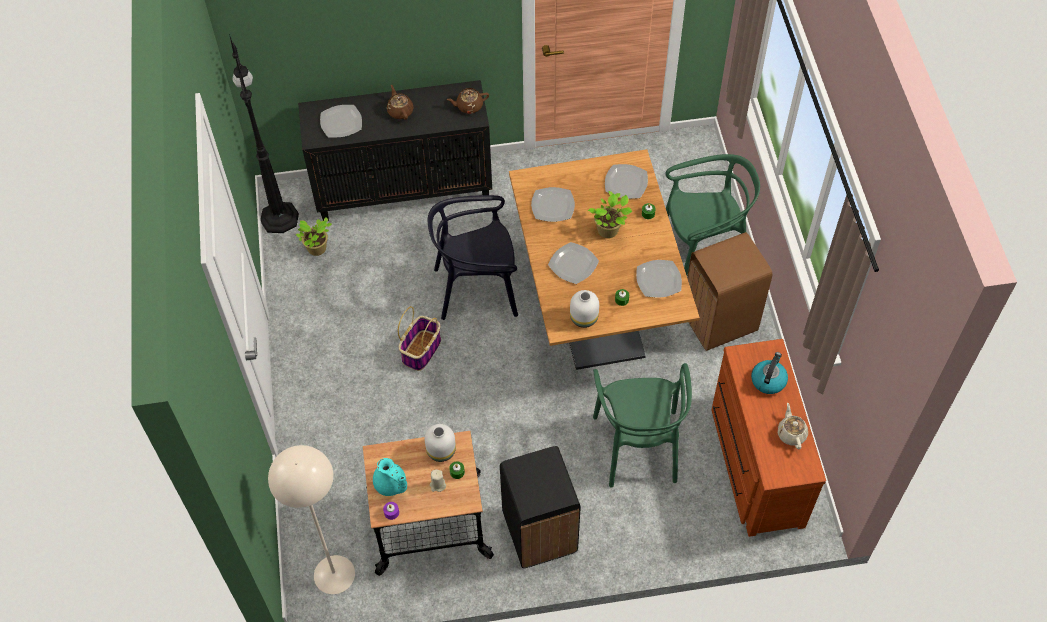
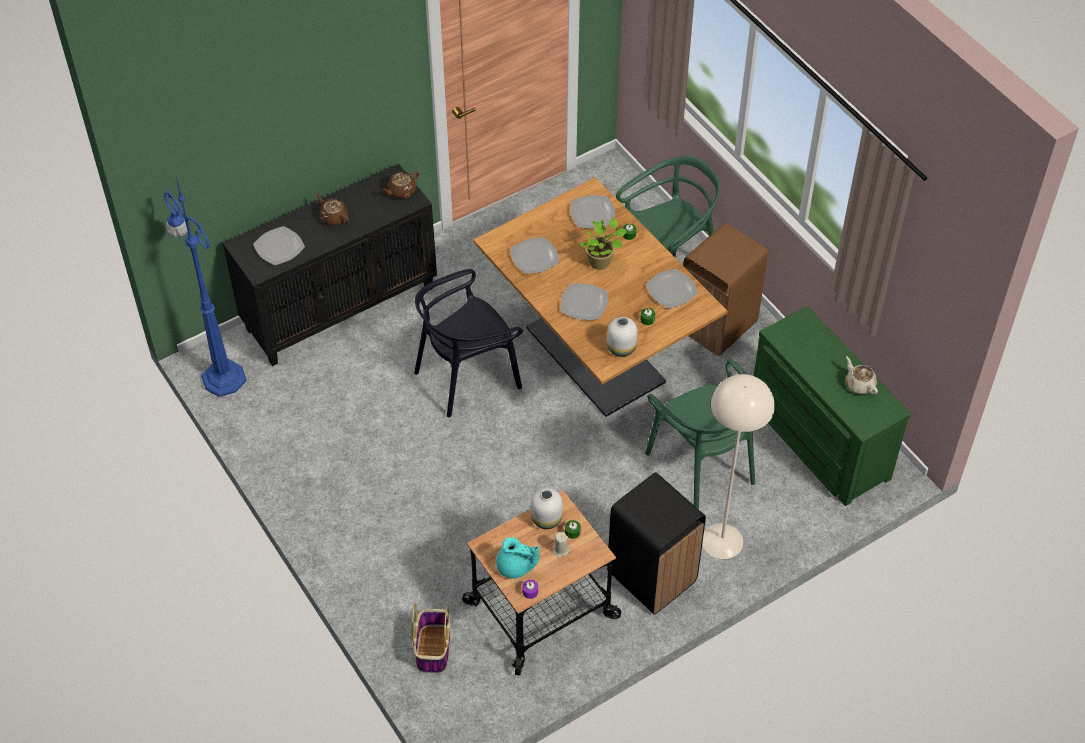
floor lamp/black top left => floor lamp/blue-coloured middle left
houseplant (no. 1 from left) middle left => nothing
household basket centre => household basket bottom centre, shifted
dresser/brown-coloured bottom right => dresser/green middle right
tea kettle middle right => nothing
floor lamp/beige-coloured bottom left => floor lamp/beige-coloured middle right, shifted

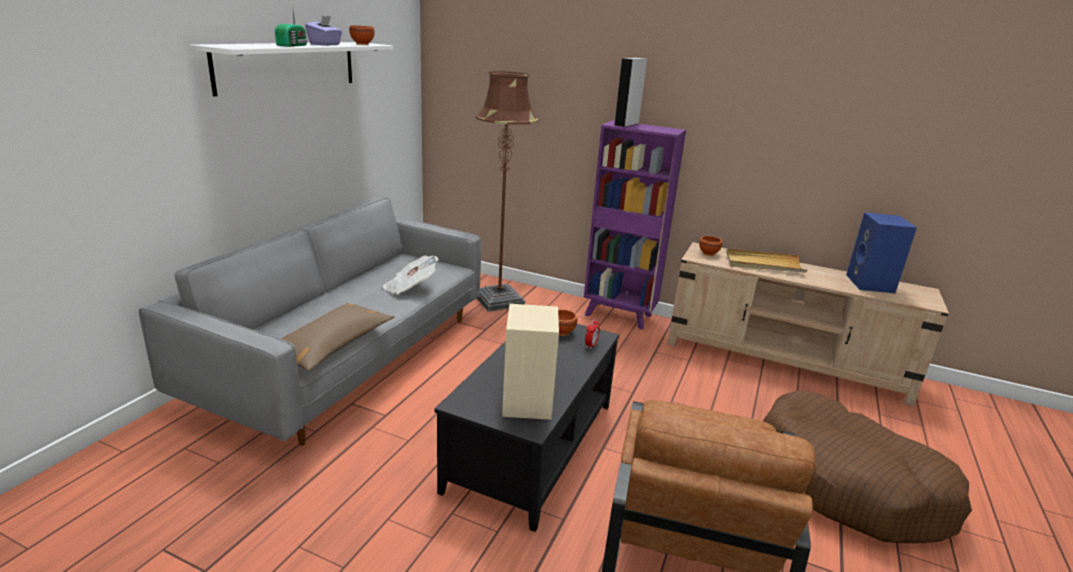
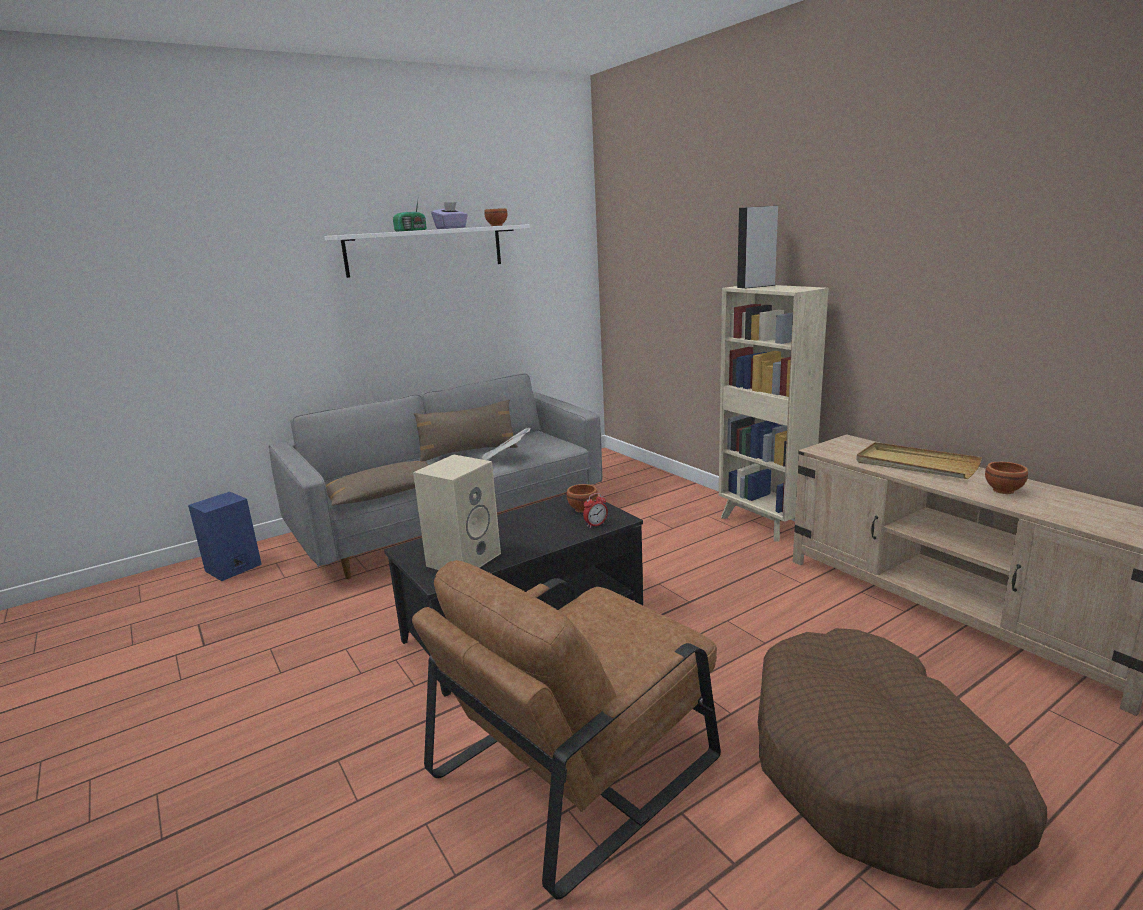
floor lamp/brown-coloured centre => nothing
shelving unit/purplish centre => shelving unit/beige-coloured middle right
speaker/blue-coloured middle right => speaker/blue-coloured middle left, shifted
serving bowl/brown-coloured (no. 3 from left) centre => serving bowl/brown-coloured (no. 3 from left) middle right, shifted
nothing => cushion/brown-coloured (no. 2 from left) centre

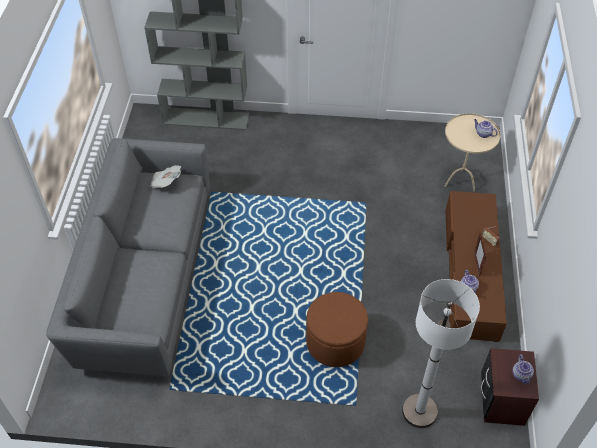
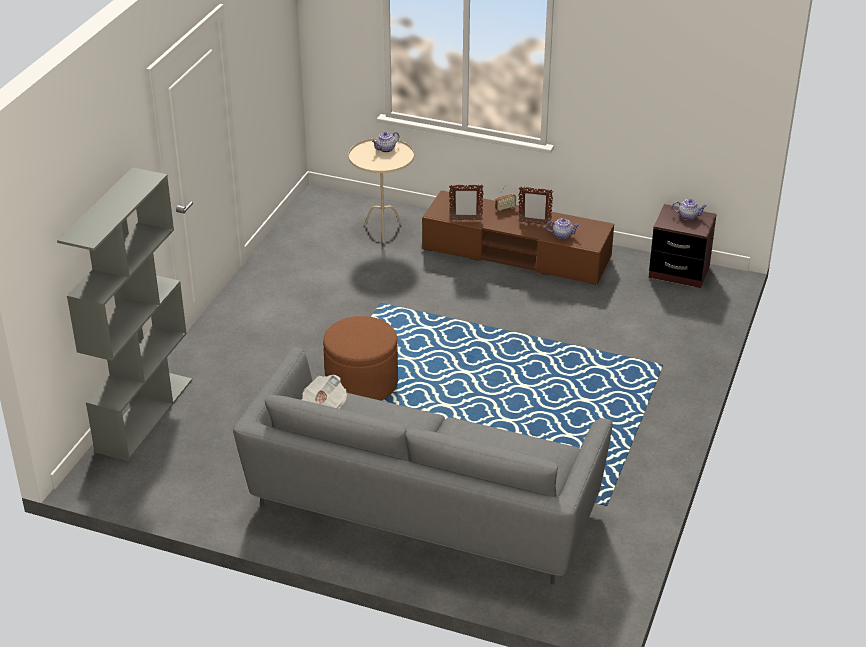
floor lamp/white-coloured bottom right => nothing
pouffe/brown-coloured bottom centre => pouffe/brown-coloured centre, shifted
nothing => photo frame (no. 1 from left) top centre

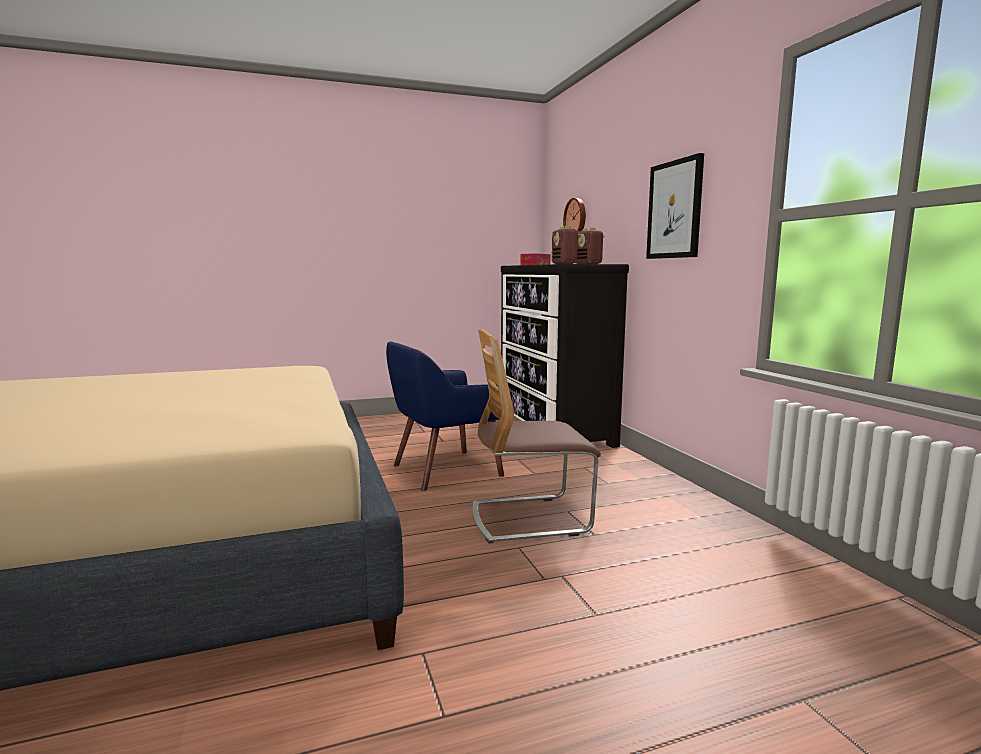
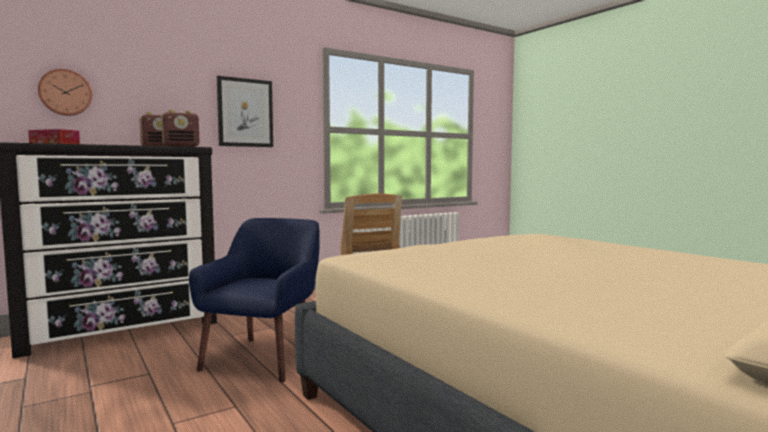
lounge chair/blue-coloured centre => lounge chair/blue-coloured bottom left, 120 degrees counterclockwise

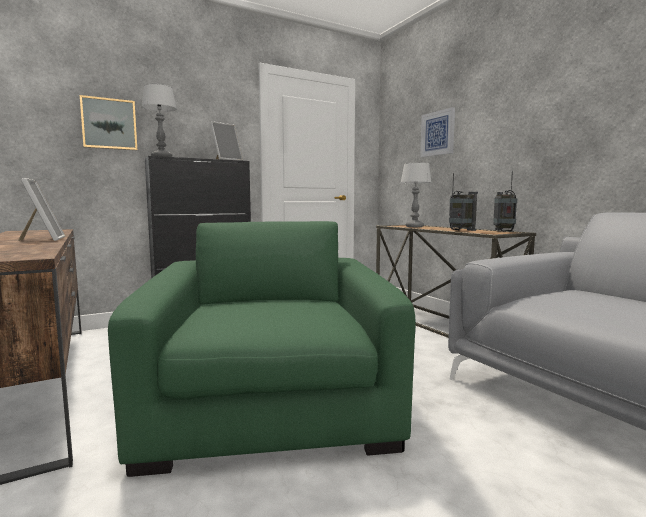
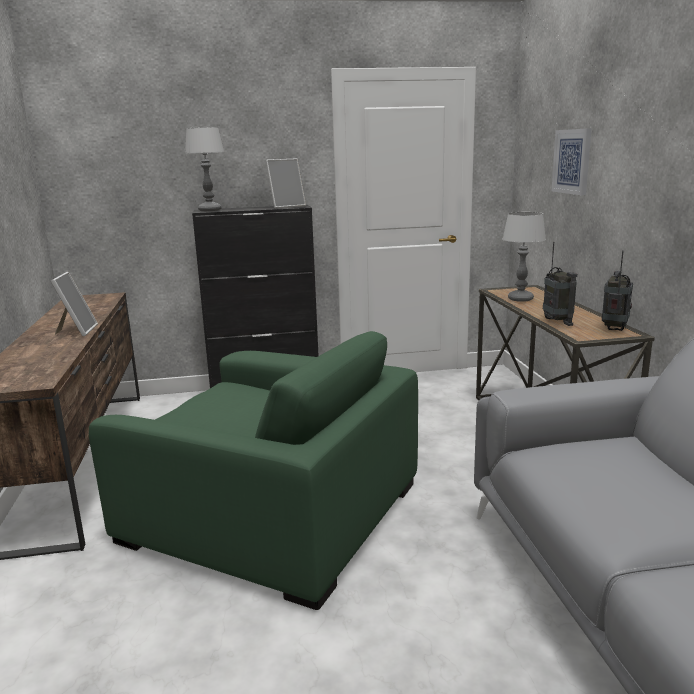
picture (no. 1 from left) top left => nothing
lounge chair/green bottom centre, 105 degrees clockwise

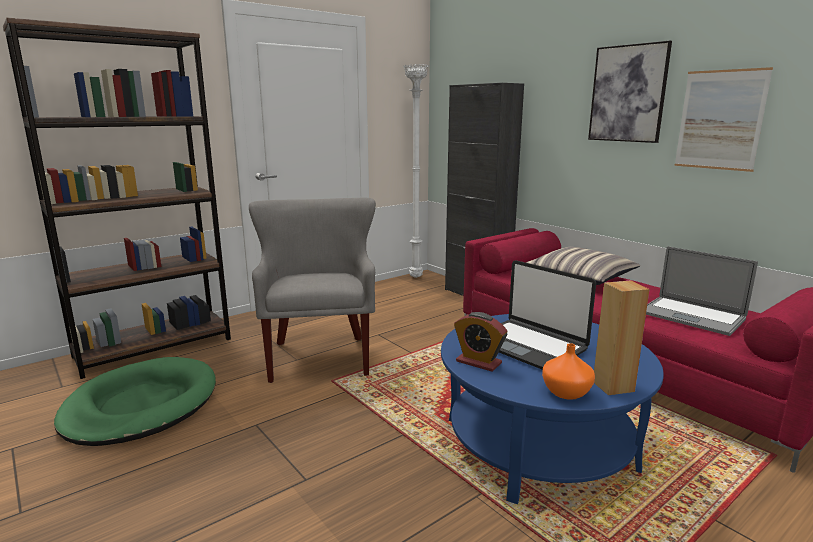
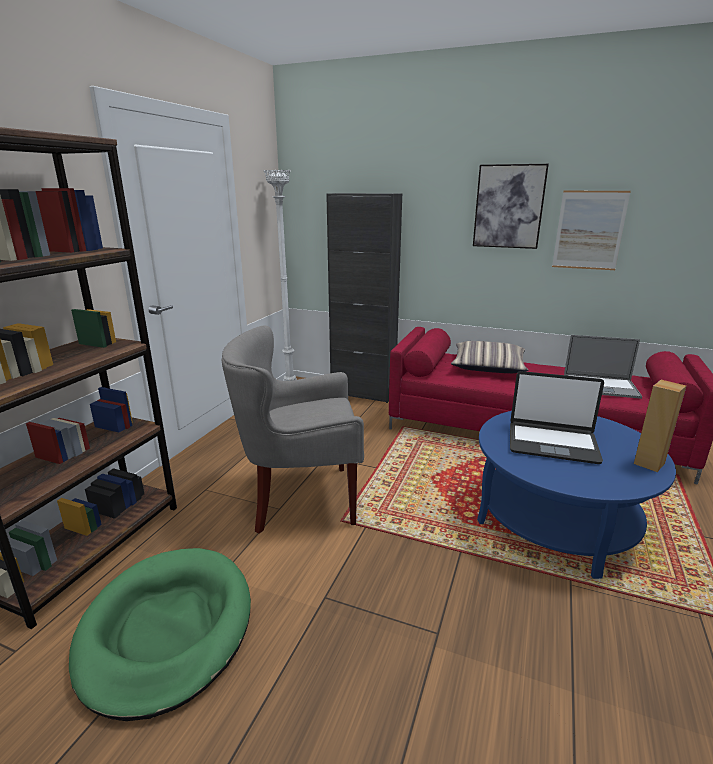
lounge chair/greyish centre, 60 degrees counterclockwise
alarm clock centre => nothing
decorative vase/orangey bottom right => nothing

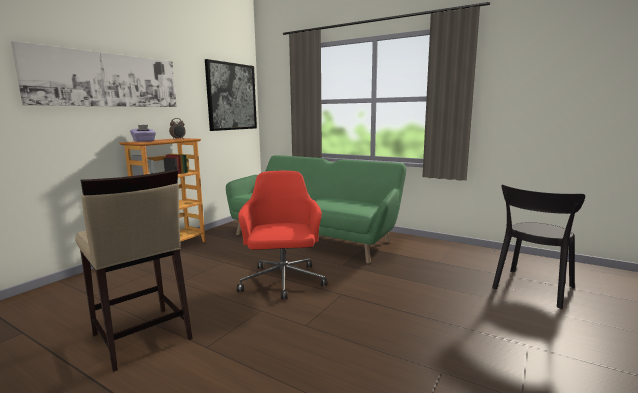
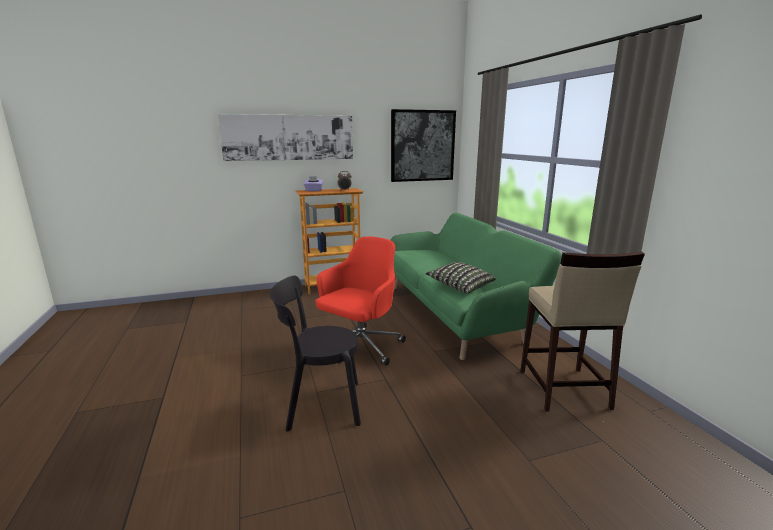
stool seat/beige-coloured bottom left => stool seat/beige-coloured middle right, shifted
plain chair/black middle right => plain chair/black centre, shifted
nothing => cushion centre

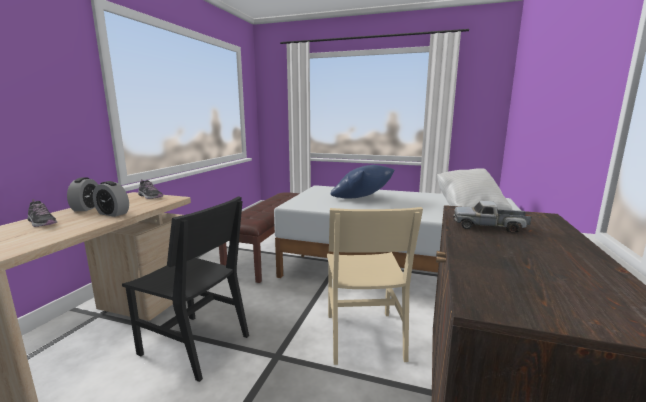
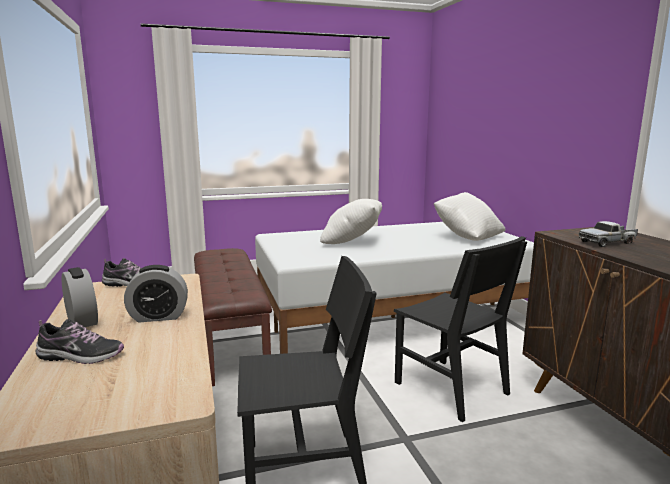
cushion/blue-coloured centre => cushion/white-coloured (no. 1 from left) centre
plain chair/beige-coloured bottom centre => plain chair/black (no. 2 from left) bottom right

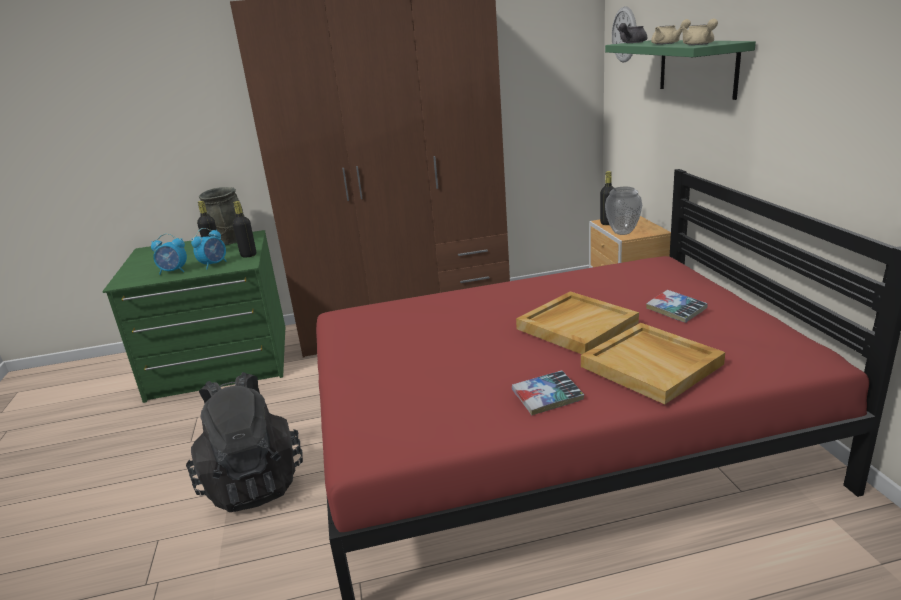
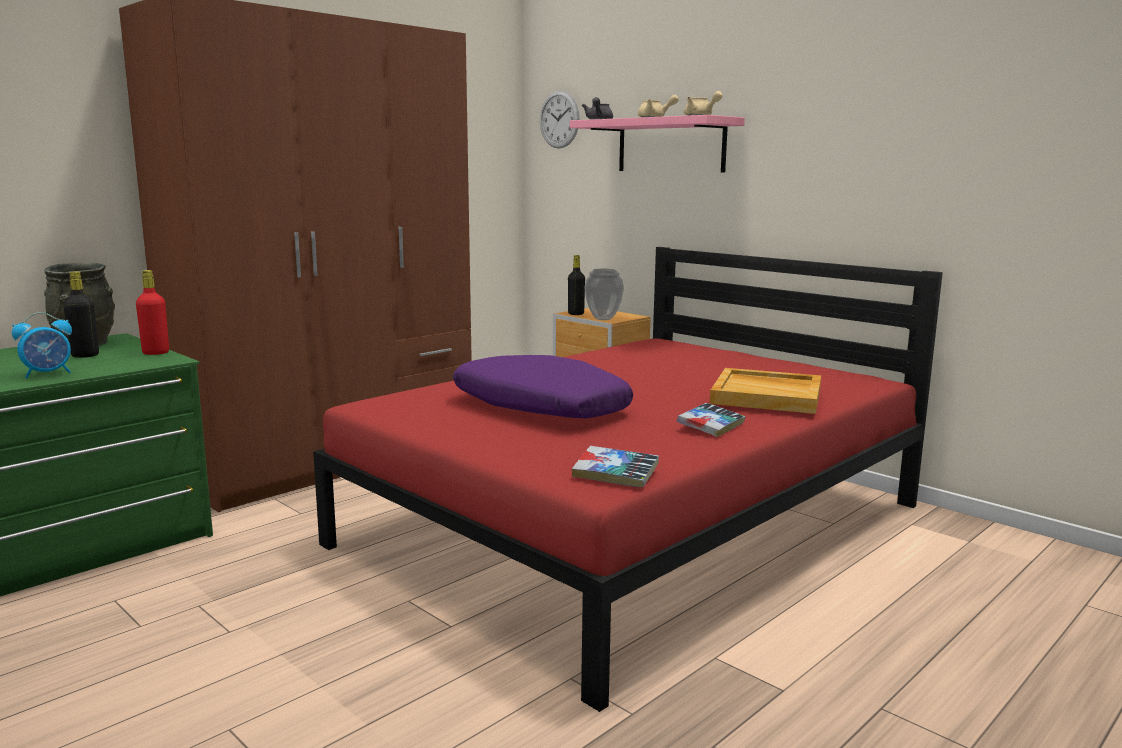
bracket shelf/green top right => bracket shelf/pink-coloured top centre
drink bottle/black (no. 2 from left) middle left => drink bottle/red middle left
alarm clock (no. 2 from left) middle left => nothing
book (no. 2 from left in the first image) middle right => book (no. 1 from left) centre, shifted
carrying tray/beige-coloured (no. 1 from left) centre => nothing
backpack/black bottom left => nothing
nothing => cushion/purplish centre

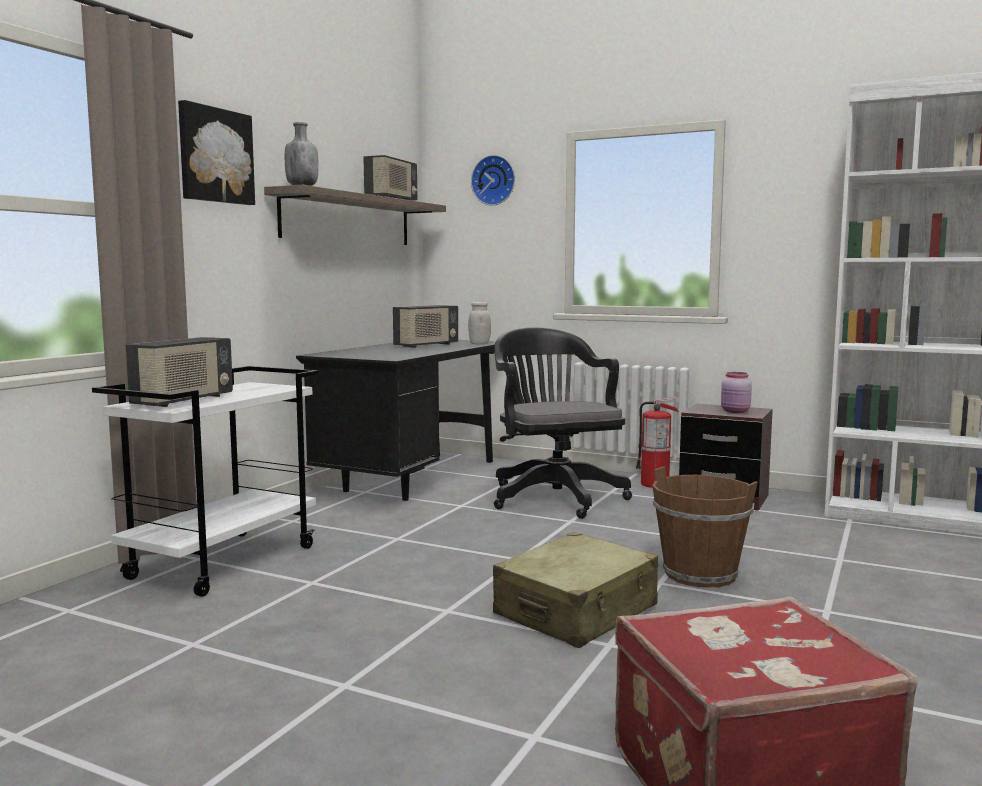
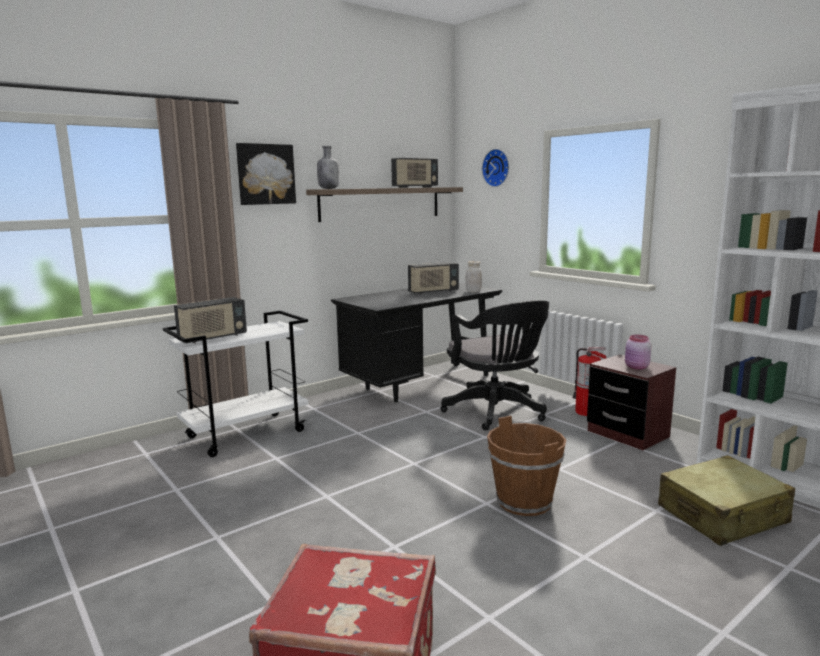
desk chair/black centre, 150 degrees clockwise
travel case/beige-coloured bottom centre => travel case/beige-coloured bottom right, shifted

